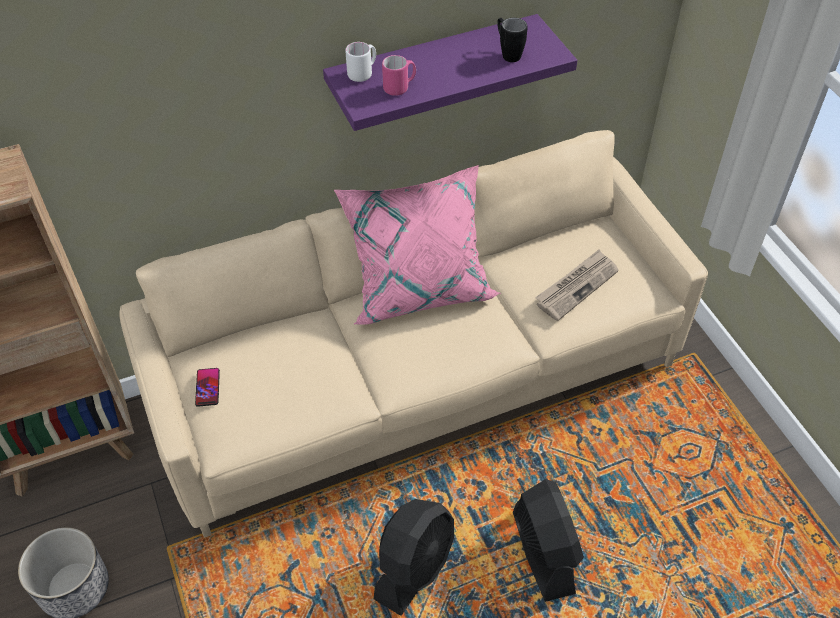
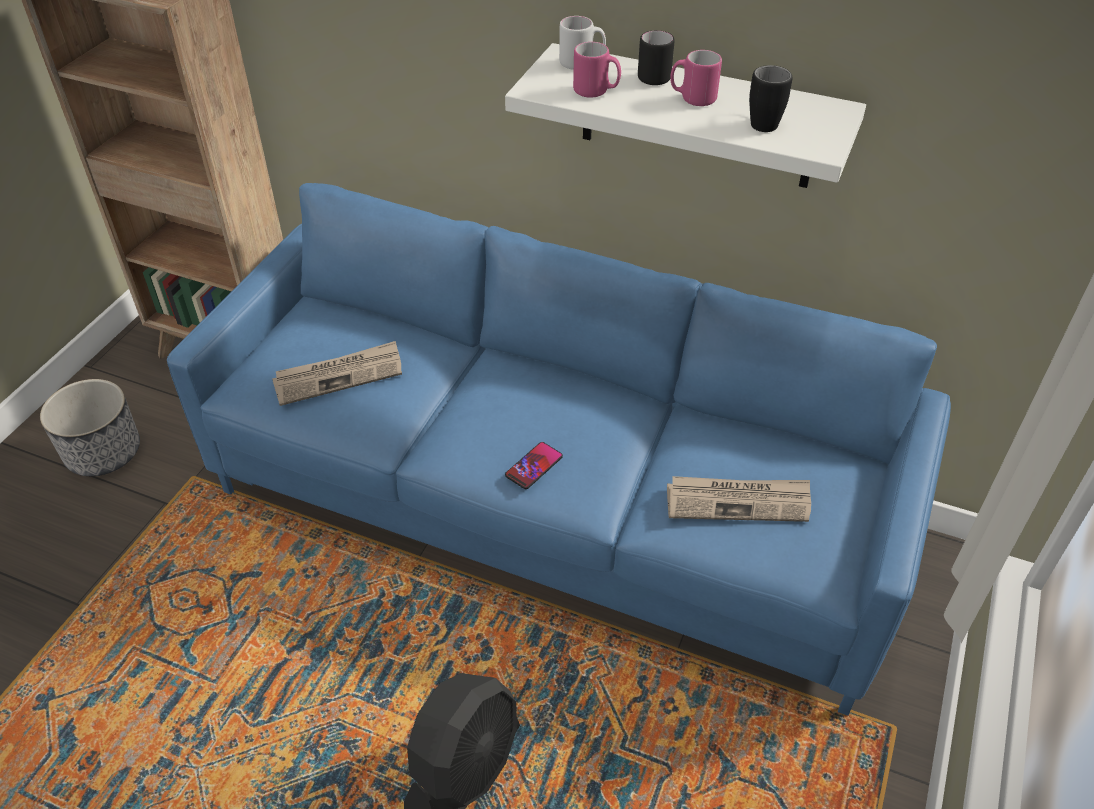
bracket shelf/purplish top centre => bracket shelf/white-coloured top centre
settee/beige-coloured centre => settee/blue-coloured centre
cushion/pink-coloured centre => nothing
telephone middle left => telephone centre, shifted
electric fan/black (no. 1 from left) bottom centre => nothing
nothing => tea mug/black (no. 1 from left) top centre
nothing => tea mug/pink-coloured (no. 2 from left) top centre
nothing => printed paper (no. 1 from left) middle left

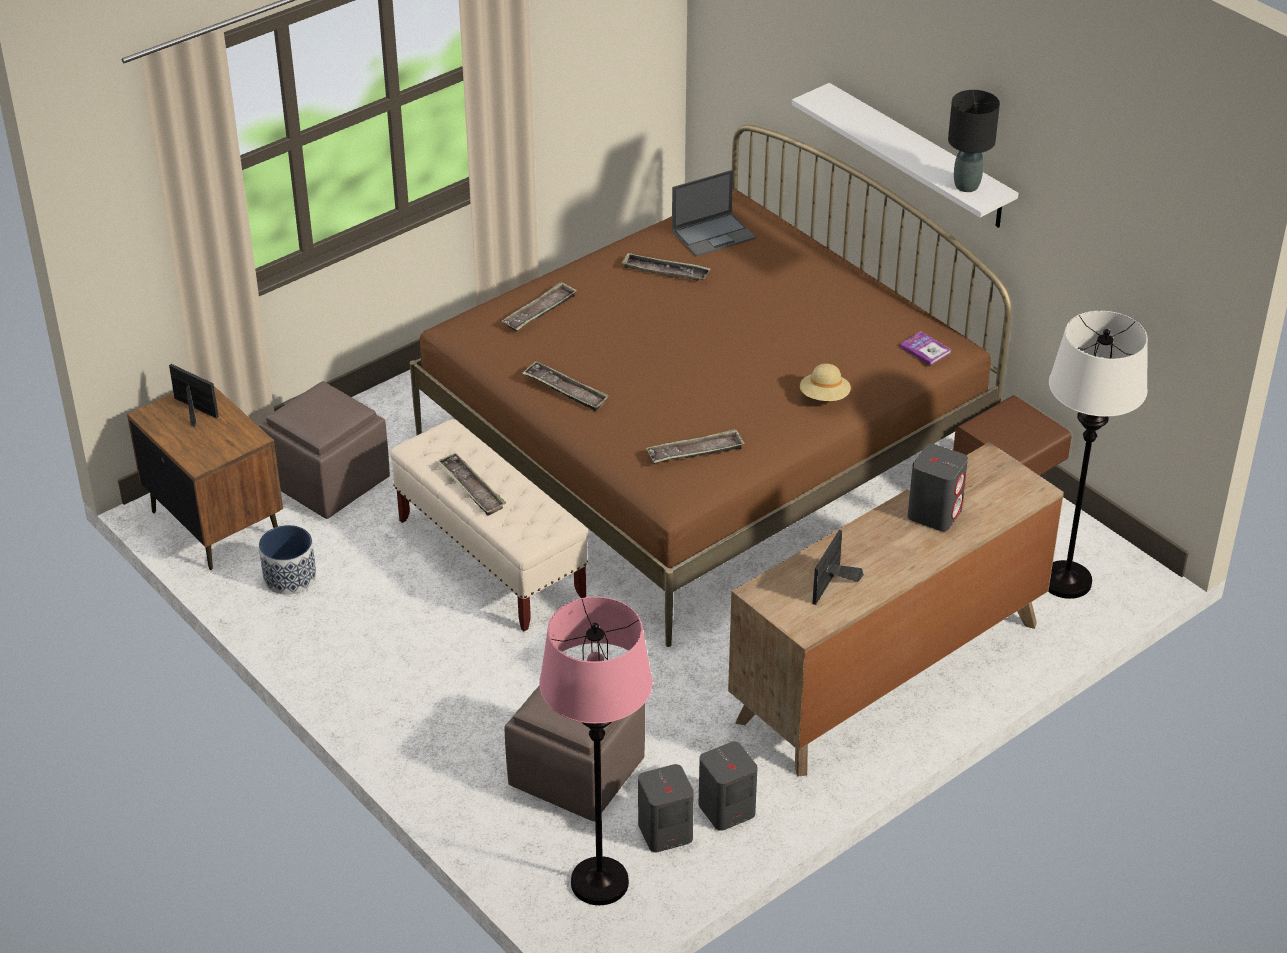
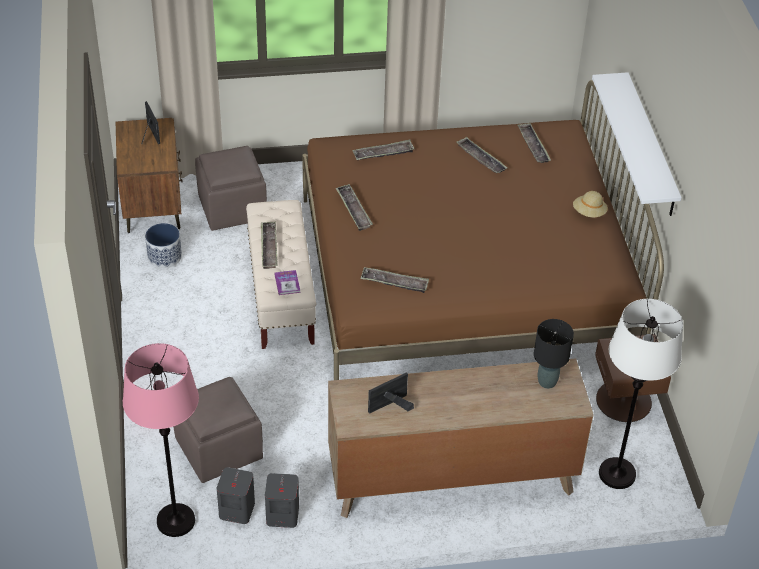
tabletop lamp/black top right => tabletop lamp/black middle right, shifted
notebook computer top centre => carrying tray (no. 6 from left) top right
book middle right => book centre, shifted
wearable hat/beige-coloured centre => wearable hat/beige-coloured middle right, shifted
speaker/greyish (no. 3 from left) middle right => nothing

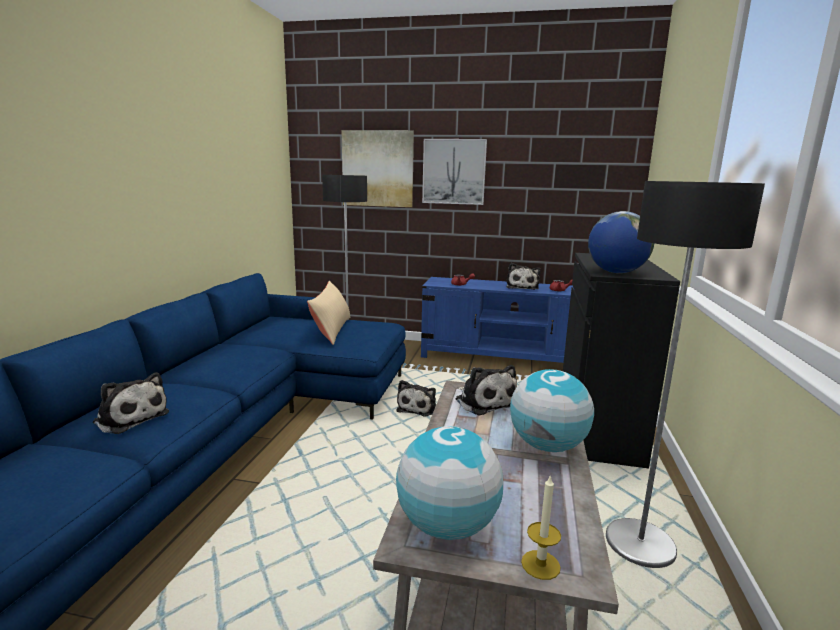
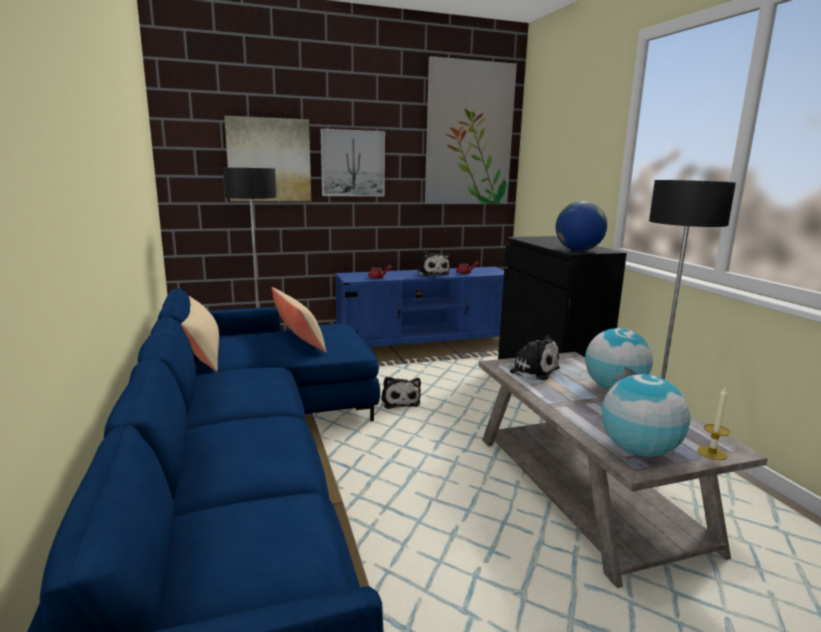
soft toy (no. 1 from left) middle left => nothing
nothing => picture (no. 3 from left) top centre
nothing => cushion/beige-coloured (no. 1 from left) middle left

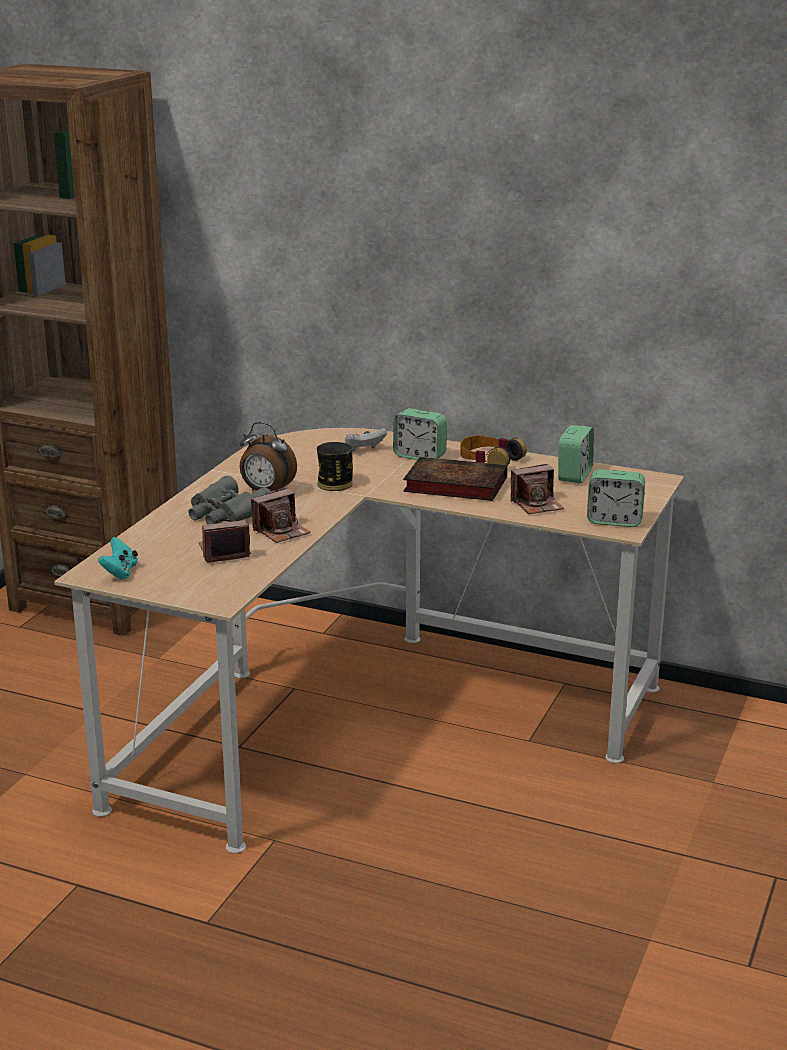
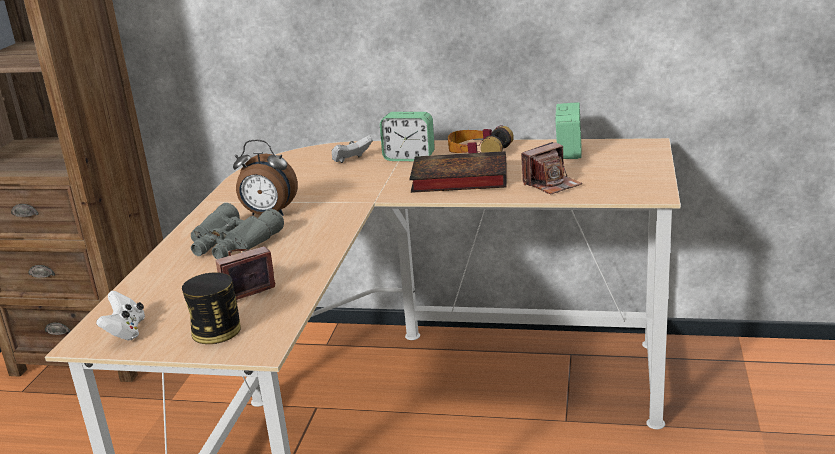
metal can centre => metal can bottom left, shifted
alarm clock (no. 4 from left) middle right => nothing
still camera (no. 2 from left) centre => nothing
joypad/turquoise-coloured middle left => joypad/white-coloured (no. 1 from left) bottom left

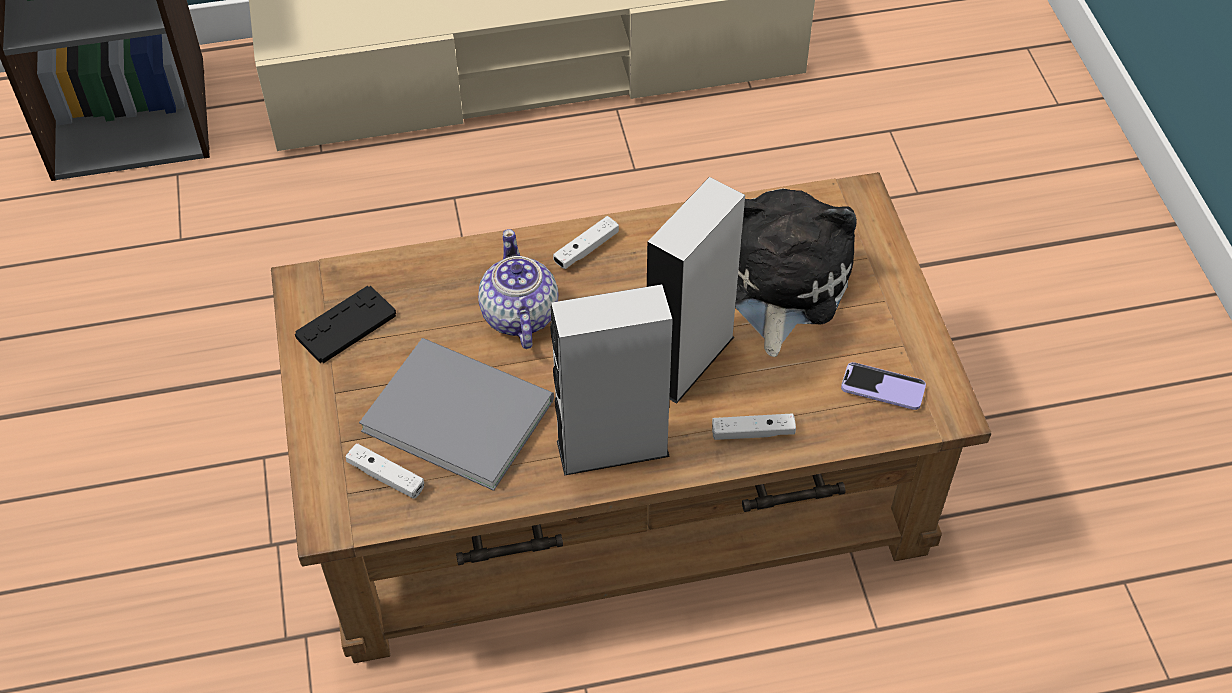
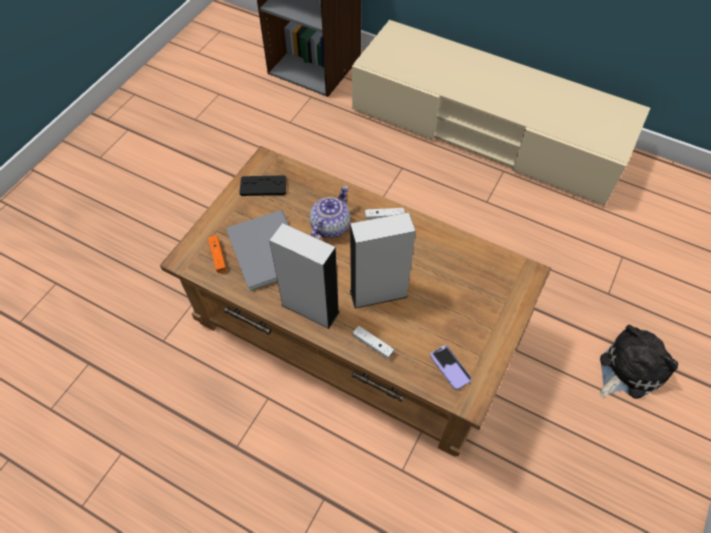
soft toy centre => soft toy bottom right, shifted
joypad/white-coloured (no. 1 from left) bottom left => joypad/orangey middle left

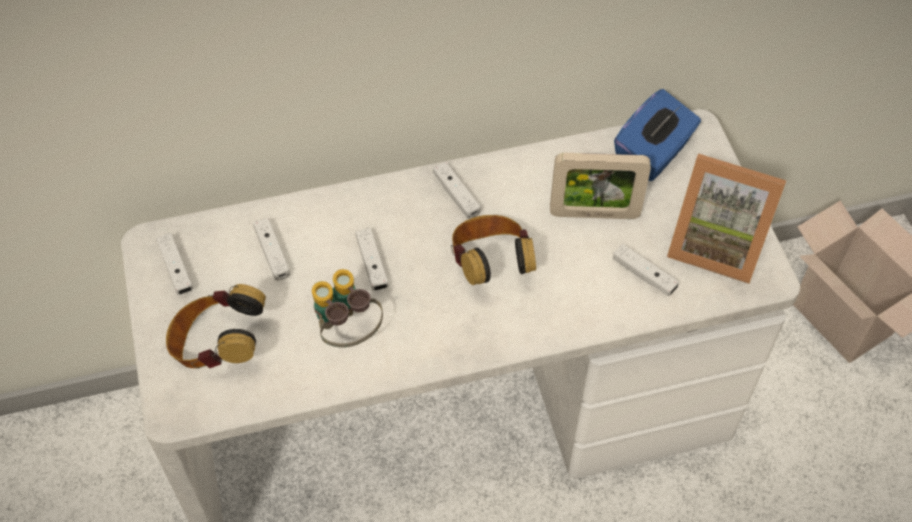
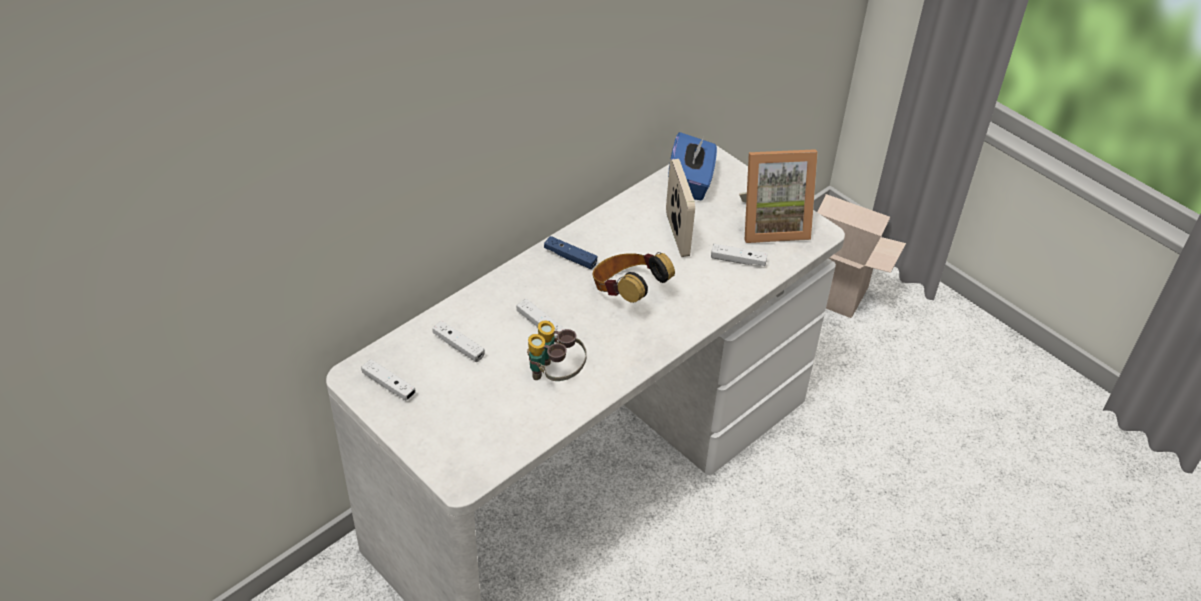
photo frame (no. 1 from left) centre, 75 degrees counterclockwise
joypad/white-coloured (no. 4 from left) centre => joypad/blue-coloured centre
pair of headphones (no. 1 from left) middle left => nothing

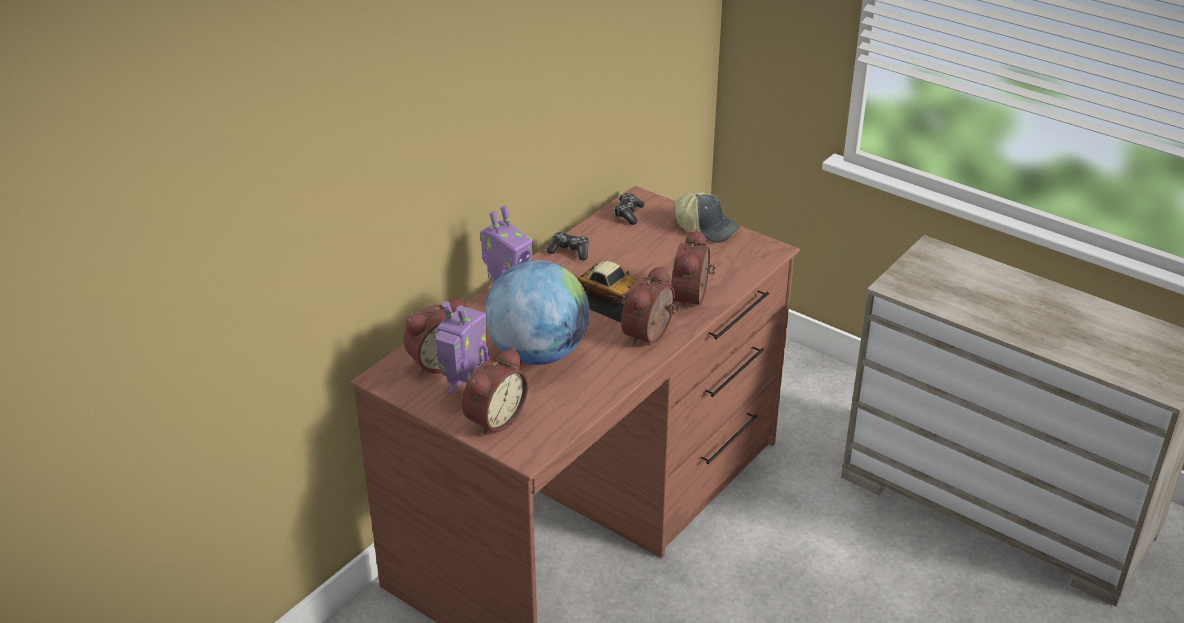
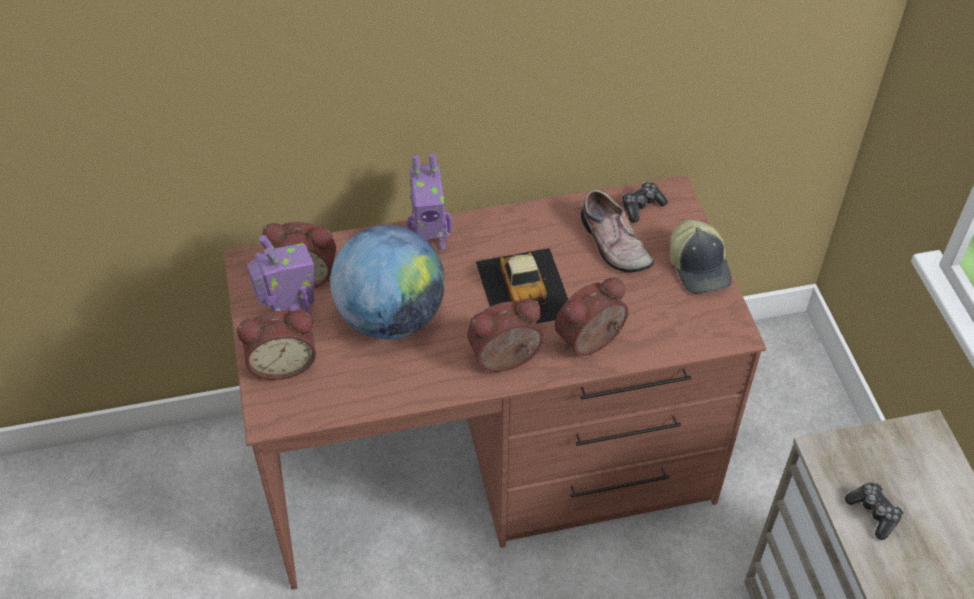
joypad (no. 1 from left in the first image) centre => joypad (no. 2 from left) bottom right, shifted
nothing => low shoe centre

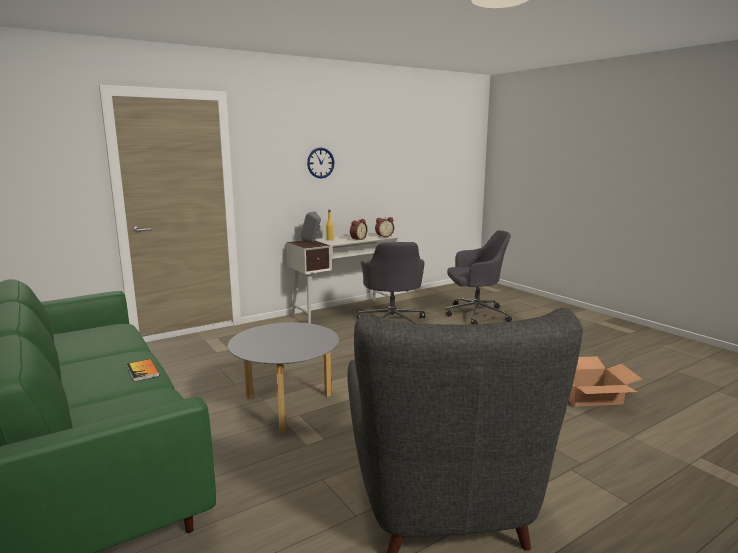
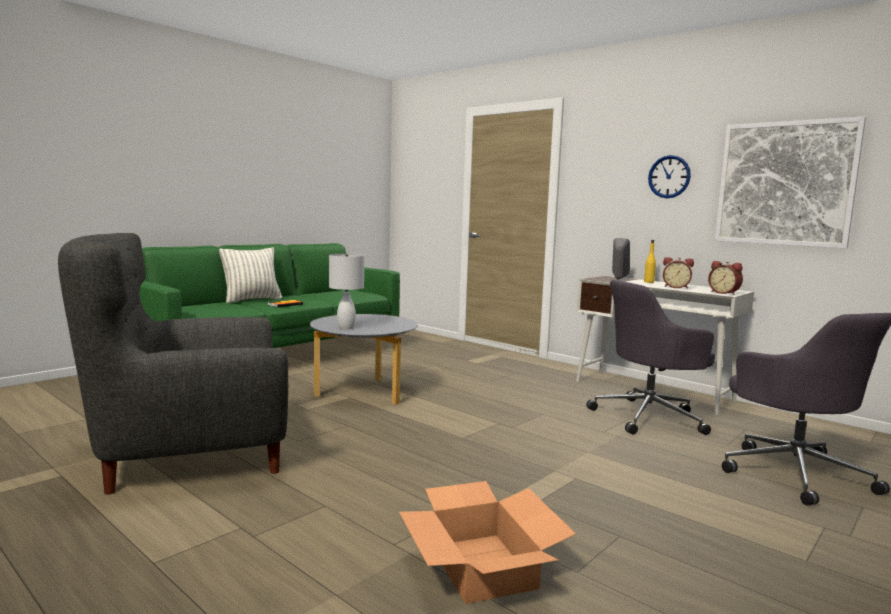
nothing => picture top right
nothing => cushion middle left
nothing => tabletop lamp/white-coloured centre

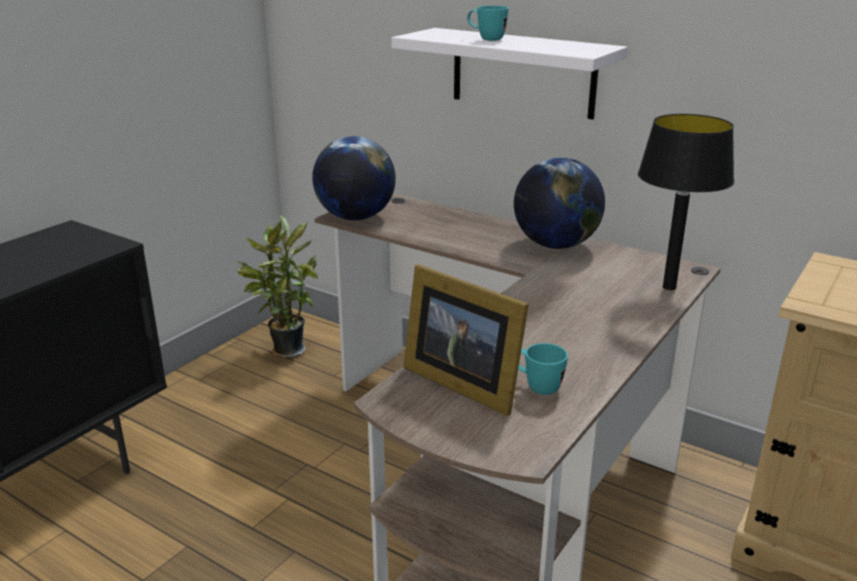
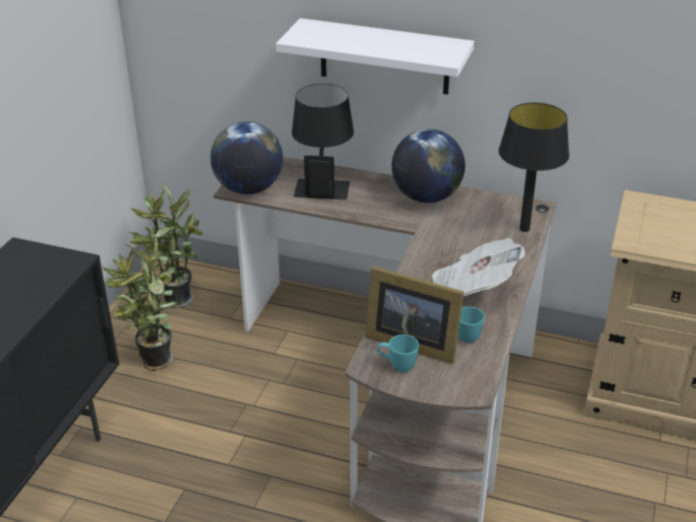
tea mug/turquoise-coloured (no. 1 from left) top centre => tea mug/turquoise-coloured (no. 1 from left) bottom centre, shifted
nothing => tabletop lamp/black (no. 1 from left) top centre
nothing => houseplant (no. 1 from left) middle left
nothing => printed paper middle right

